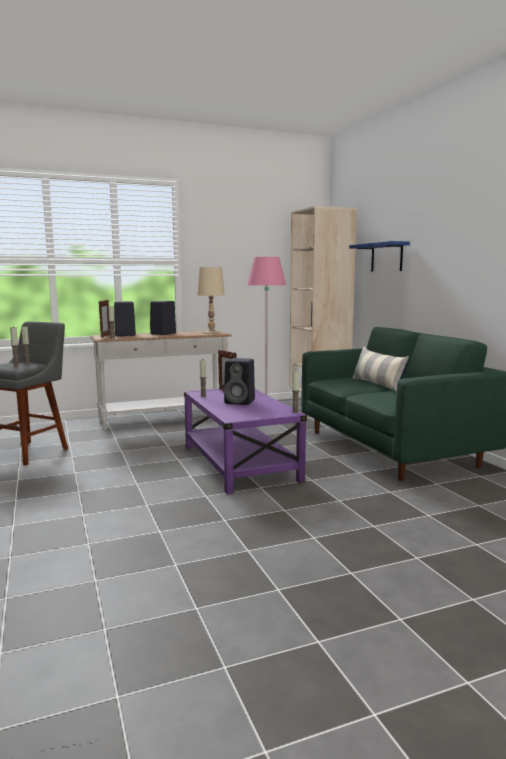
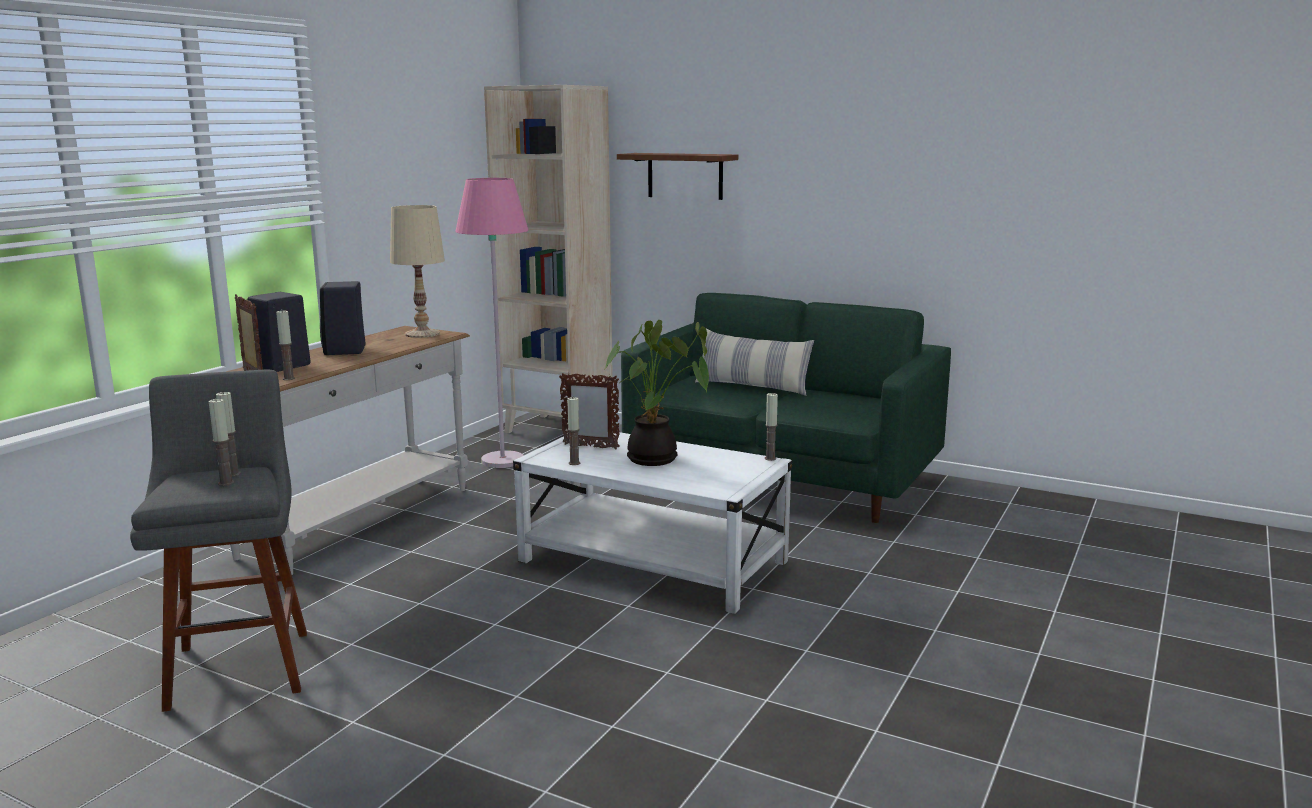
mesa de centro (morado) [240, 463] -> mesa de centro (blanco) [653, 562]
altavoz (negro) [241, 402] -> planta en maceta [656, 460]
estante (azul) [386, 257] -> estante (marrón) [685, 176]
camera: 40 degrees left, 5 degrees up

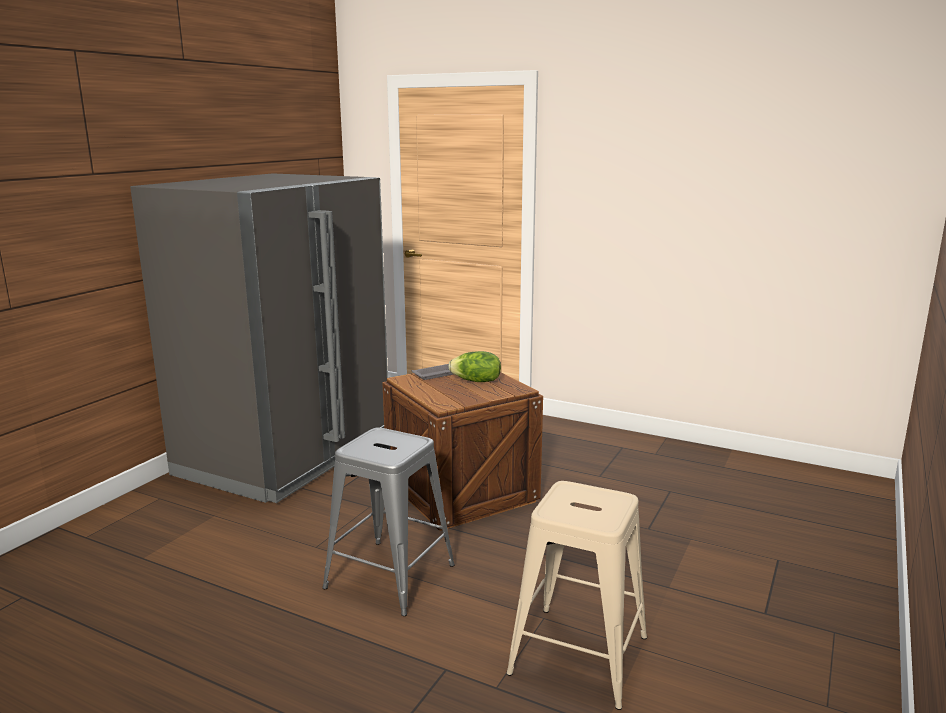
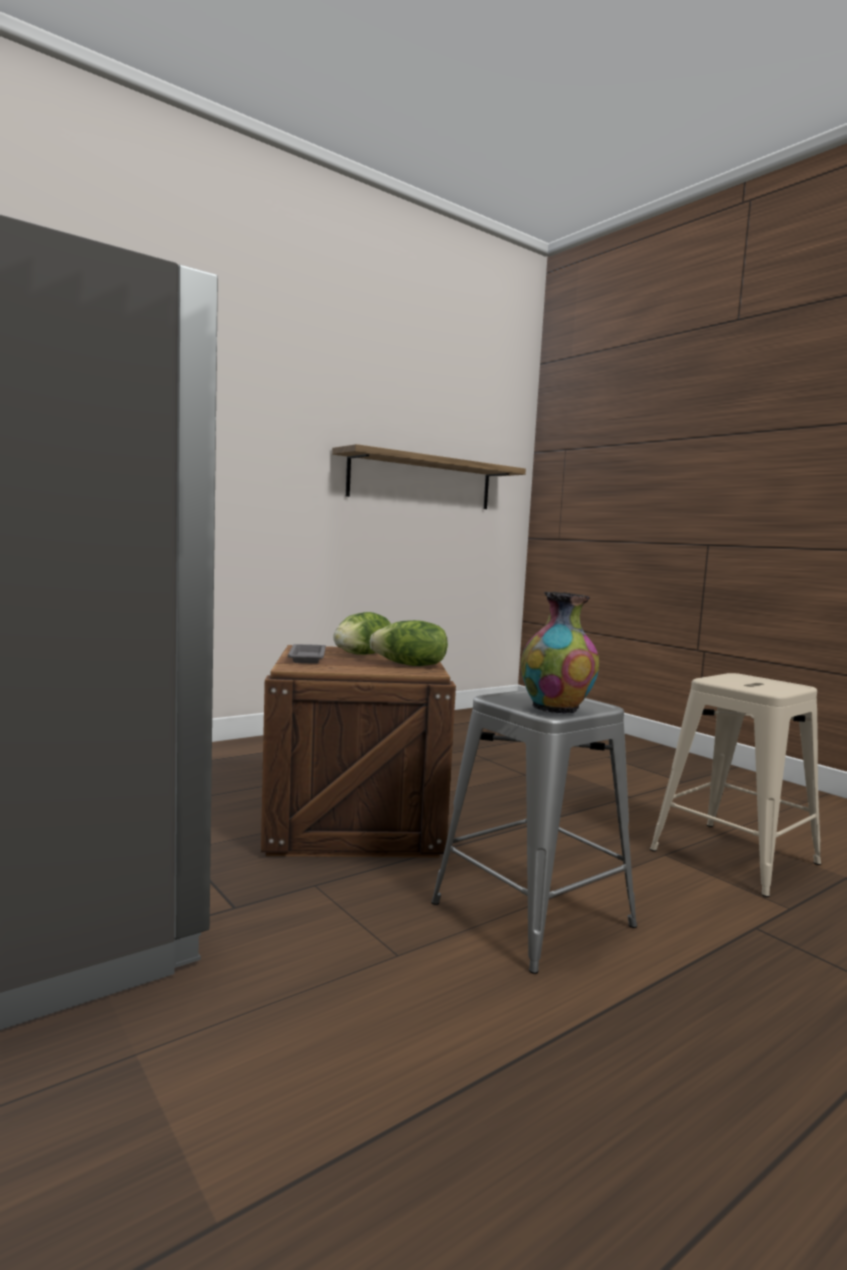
none -> estante [422, 481]
none -> lechuga [410, 665]
none -> florero [556, 709]
camera: 65 degrees left, 10 degrees down

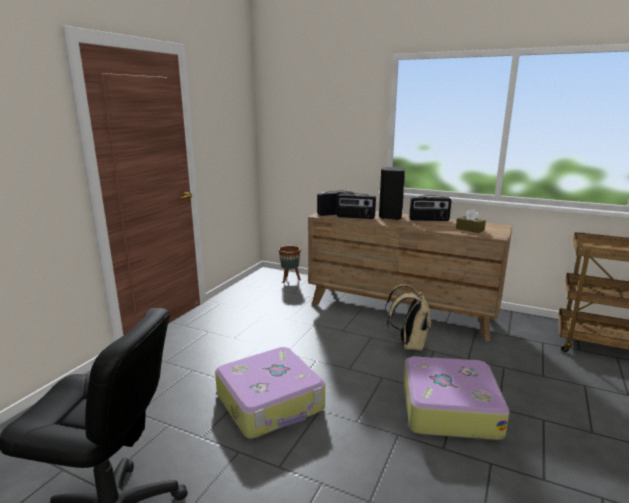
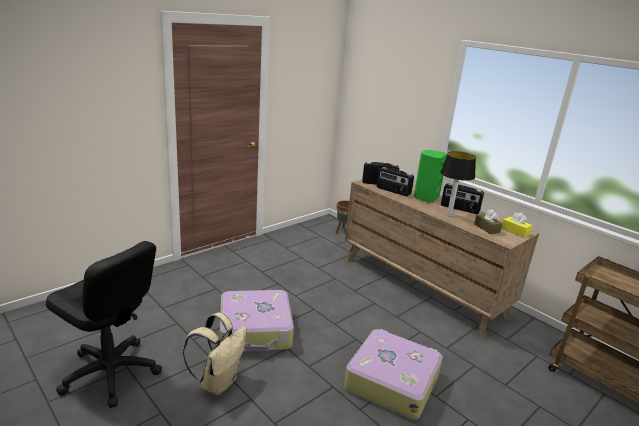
altavoz (negro) [390, 217] -> altavoz (verde) [425, 198]
mochila (beis) [409, 344] -> mochila (beis) [218, 382], shifted
none -> lámpara de mesa [448, 215]
none -> caja de pañuelos (amarillo) [515, 231]
camera: 20 degrees right, 5 degrees up

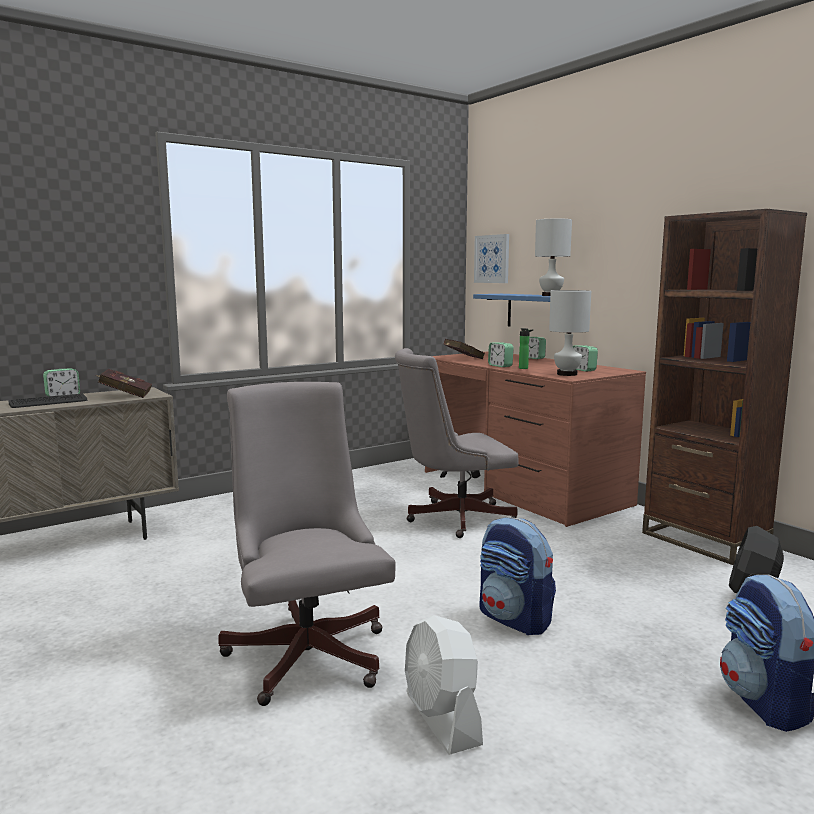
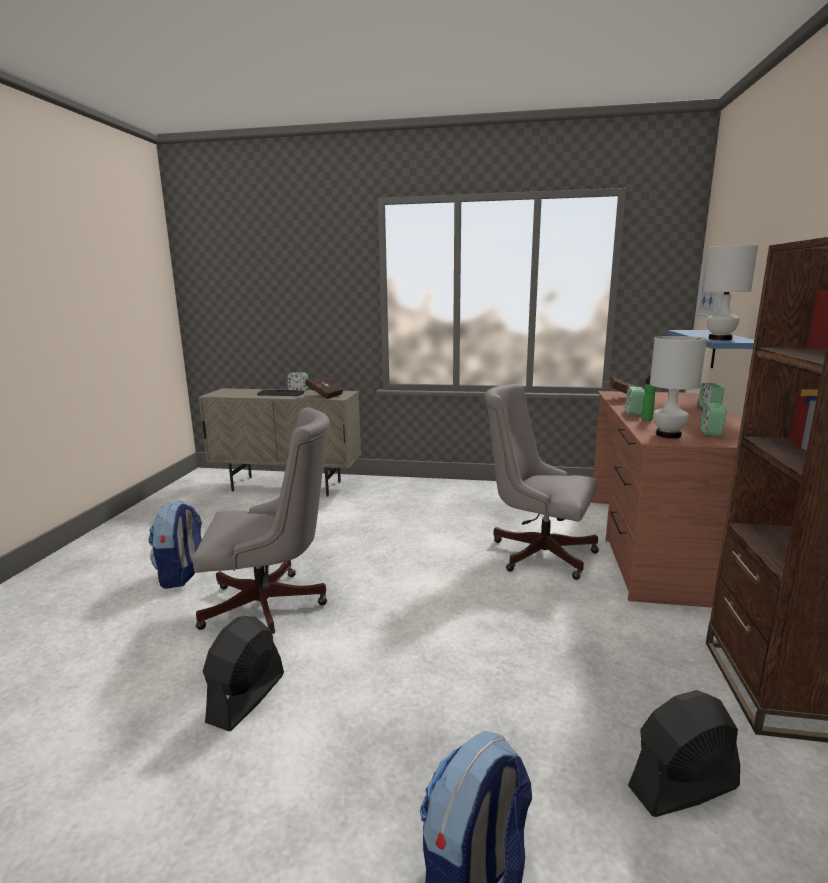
silla de oficina (gris) [307, 650] -> silla de oficina (gris) [272, 606], 60 degrees clockwise
ventilador (blanco) [442, 719] -> ventilador (negro) [246, 698]
mochila [515, 619] -> mochila [182, 575], shifted
camera: 45 degrees right, 5 degrees up

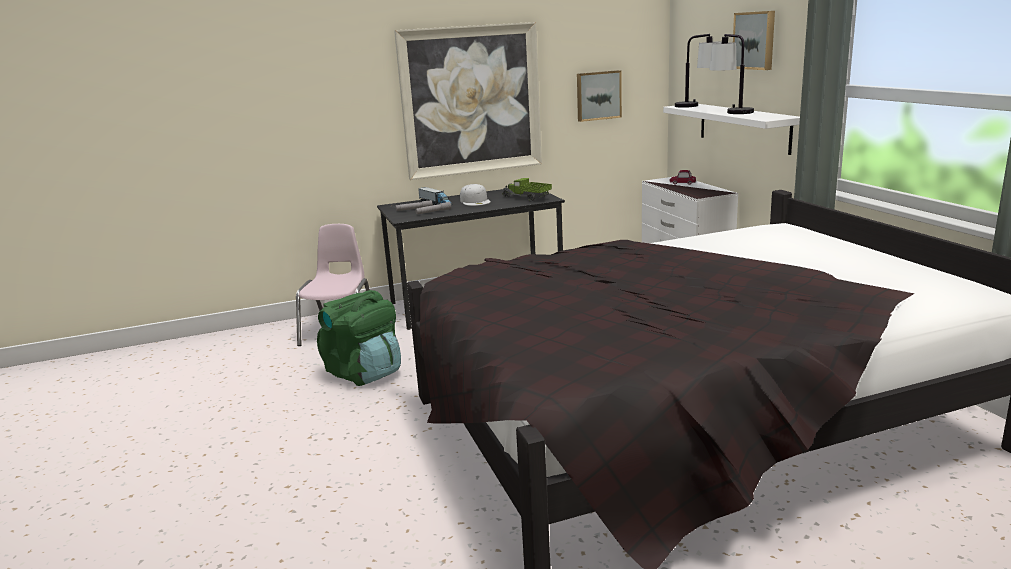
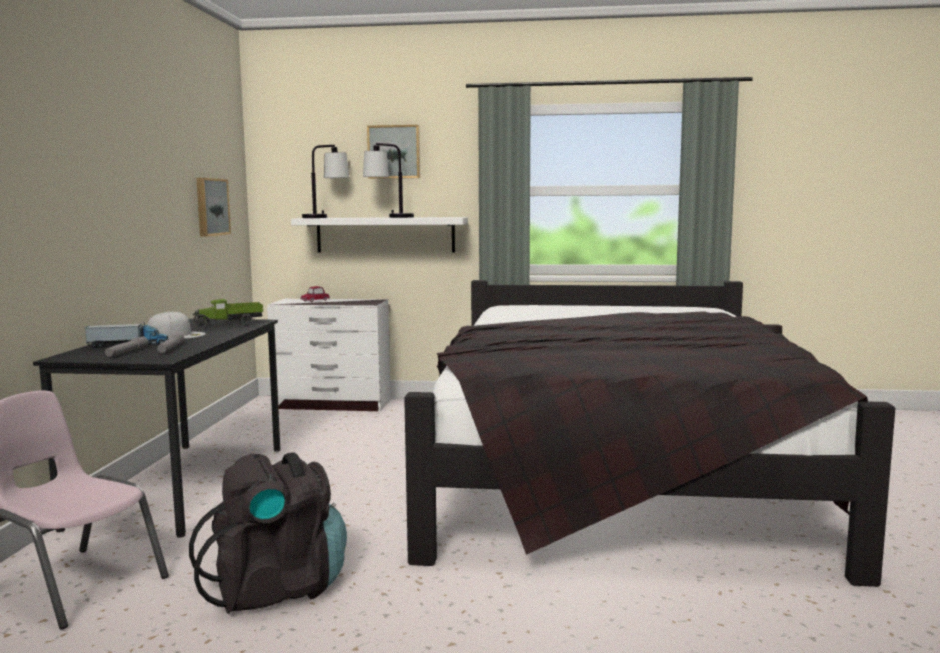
mochila (verde) [364, 373] -> mochila (negro) [276, 588]
cuadro [471, 100] -> none
camera: 65 degrees left, 10 degrees down

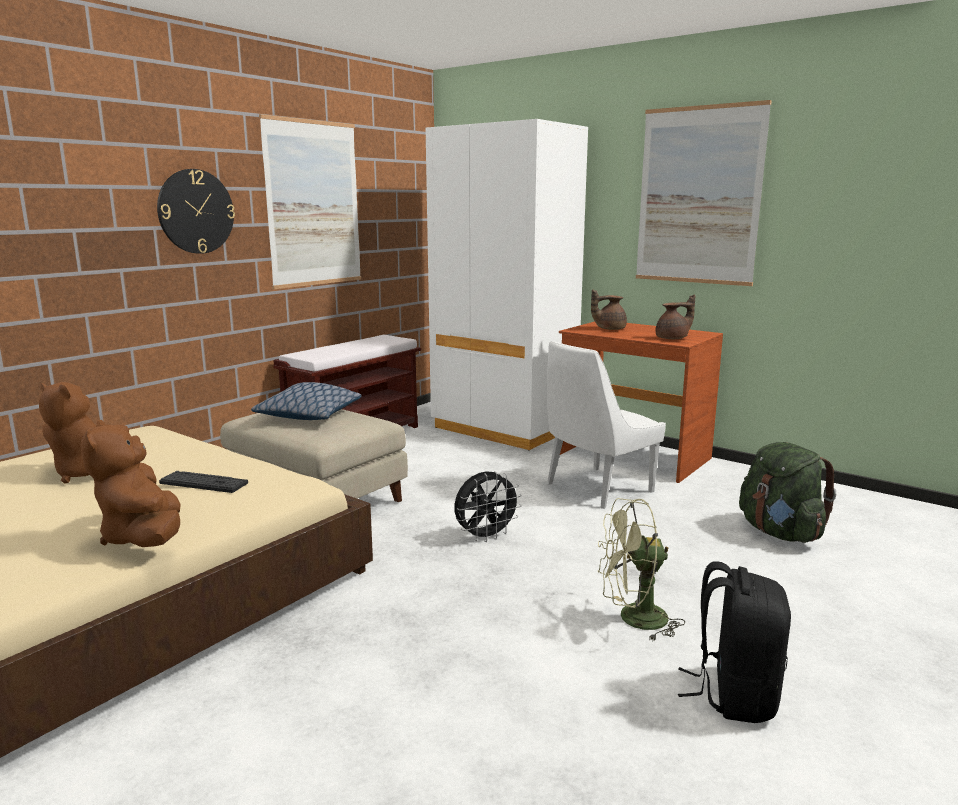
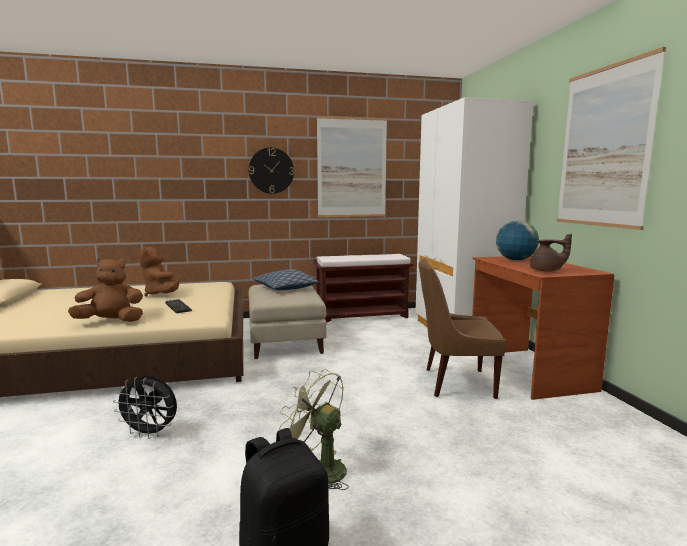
peluche (marrón) [144, 538] -> peluche (marrón) [111, 322], 60 degrees clockwise
ventilador (negro) [486, 537] -> ventilador (negro) [150, 433], shifted
silla (blanco) [596, 488] -> silla (marrón) [455, 383]
tetera (marrón) [609, 329] -> globo terráqueo [515, 260]
mochila (verde) [780, 533] -> none
camera: 40 degrees right, 5 degrees down

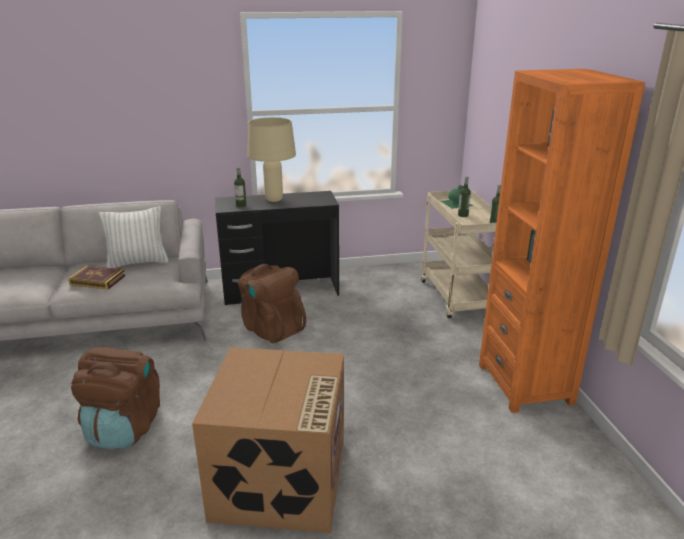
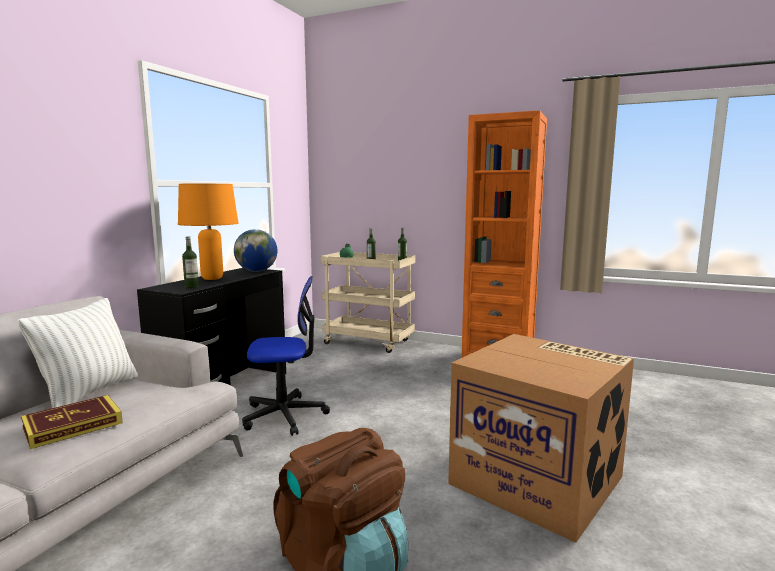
mochila (marrón) [271, 328] -> silla de oficina [285, 415]
lámpara de mesa (beis) [273, 200] -> lámpara de mesa (naranja) [212, 278]
none -> globo terráqueo [256, 271]
camera: 55 degrees left, 15 degrees down

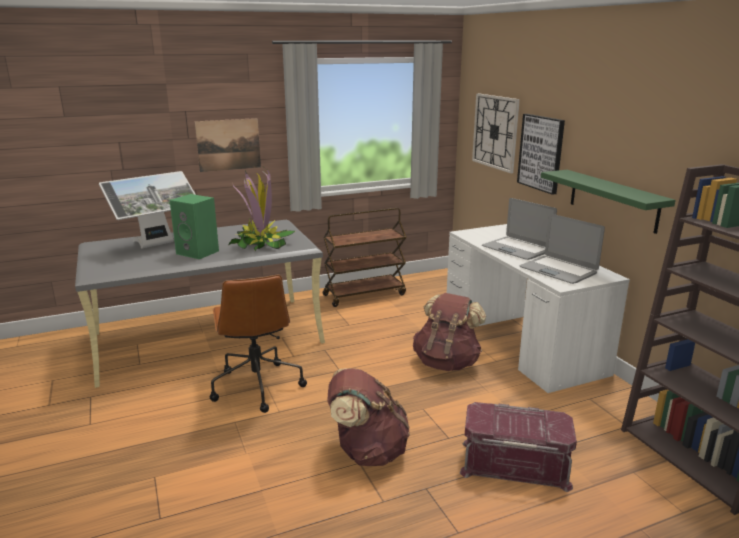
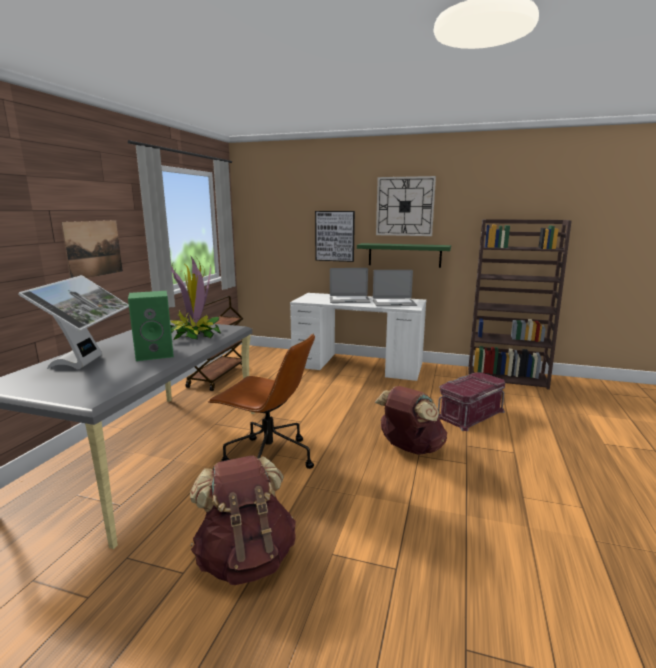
mochila (marrón) [447, 363] -> mochila (marrón) [246, 558], shifted
reloj de pared [495, 132] -> reloj de pared [405, 206], shifted
camera: 50 degrees left, 5 degrees down

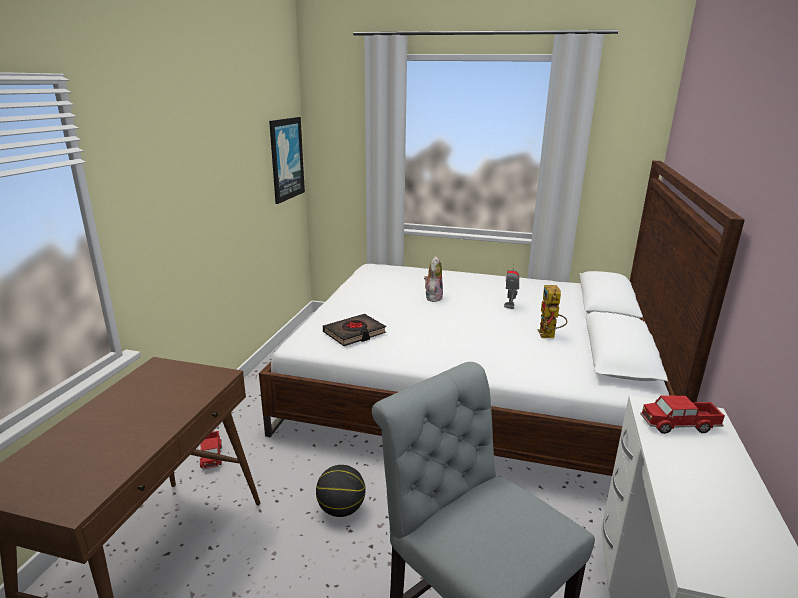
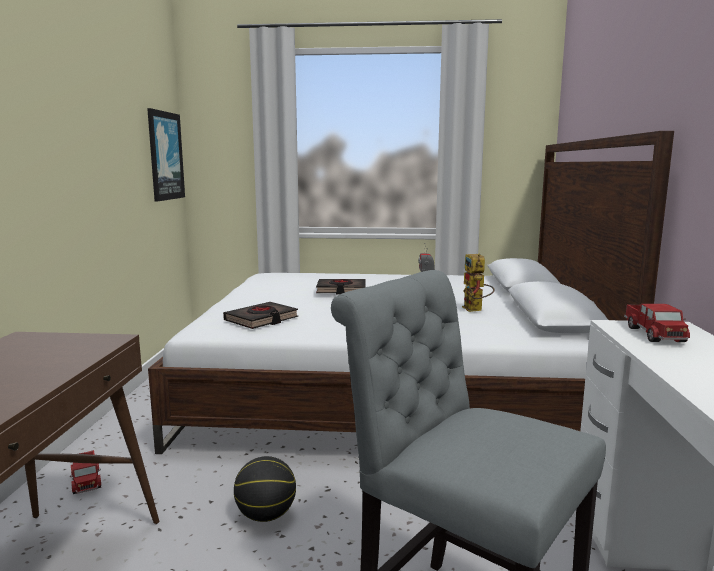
peluche [433, 297] -> libro (negro) [341, 290]
camión de juguete [679, 424] -> camión de juguete [654, 334], 75 degrees counterclockwise
camera: 10 degrees left, 10 degrees down

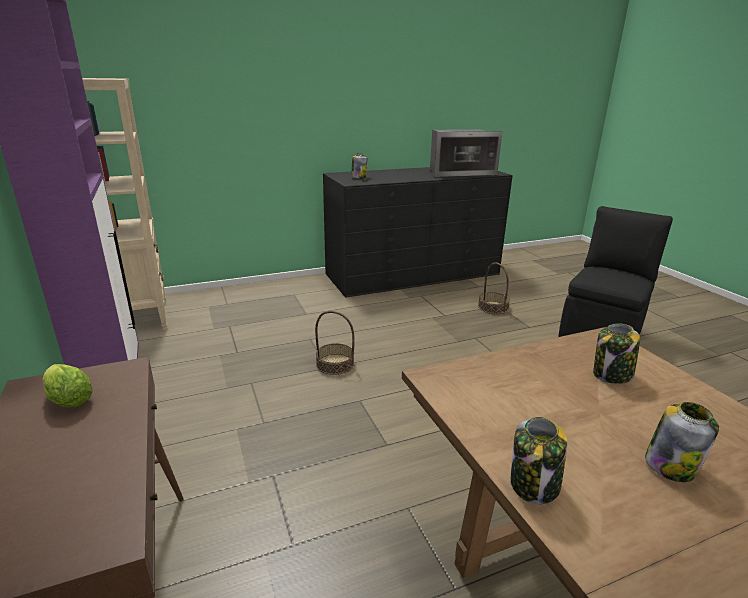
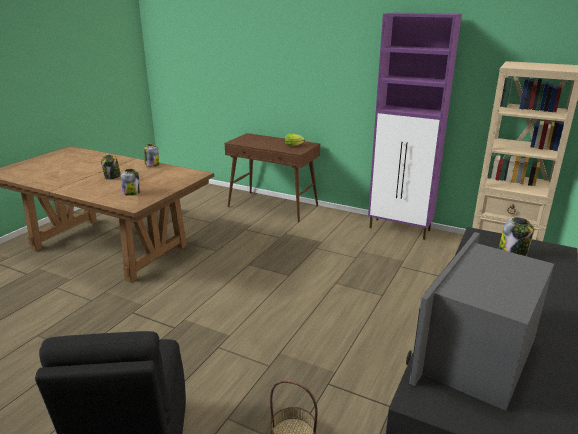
cesta [335, 364] -> none
camera: 140 degrees right, 0 degrees up

